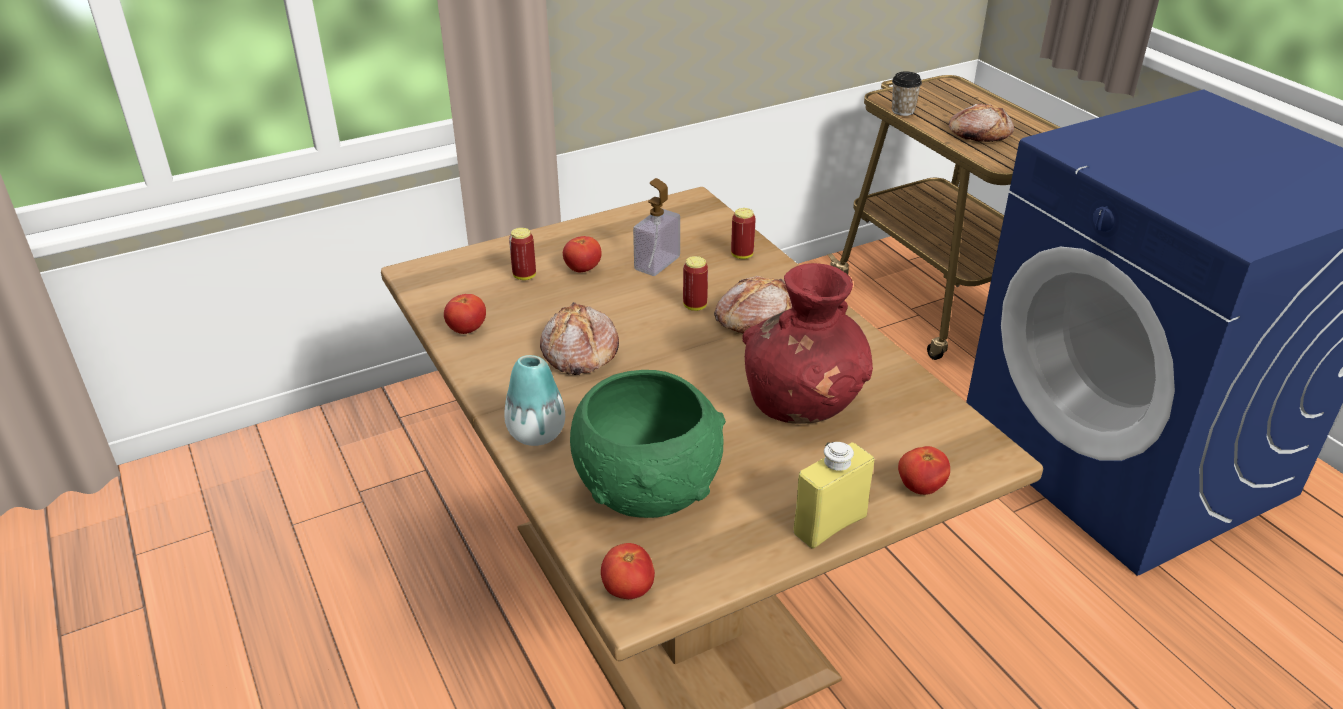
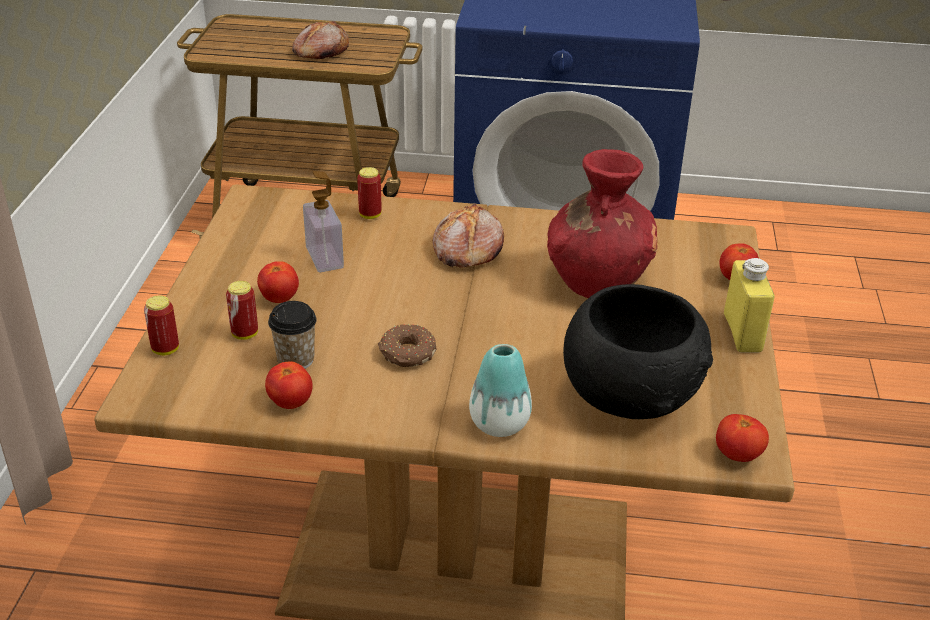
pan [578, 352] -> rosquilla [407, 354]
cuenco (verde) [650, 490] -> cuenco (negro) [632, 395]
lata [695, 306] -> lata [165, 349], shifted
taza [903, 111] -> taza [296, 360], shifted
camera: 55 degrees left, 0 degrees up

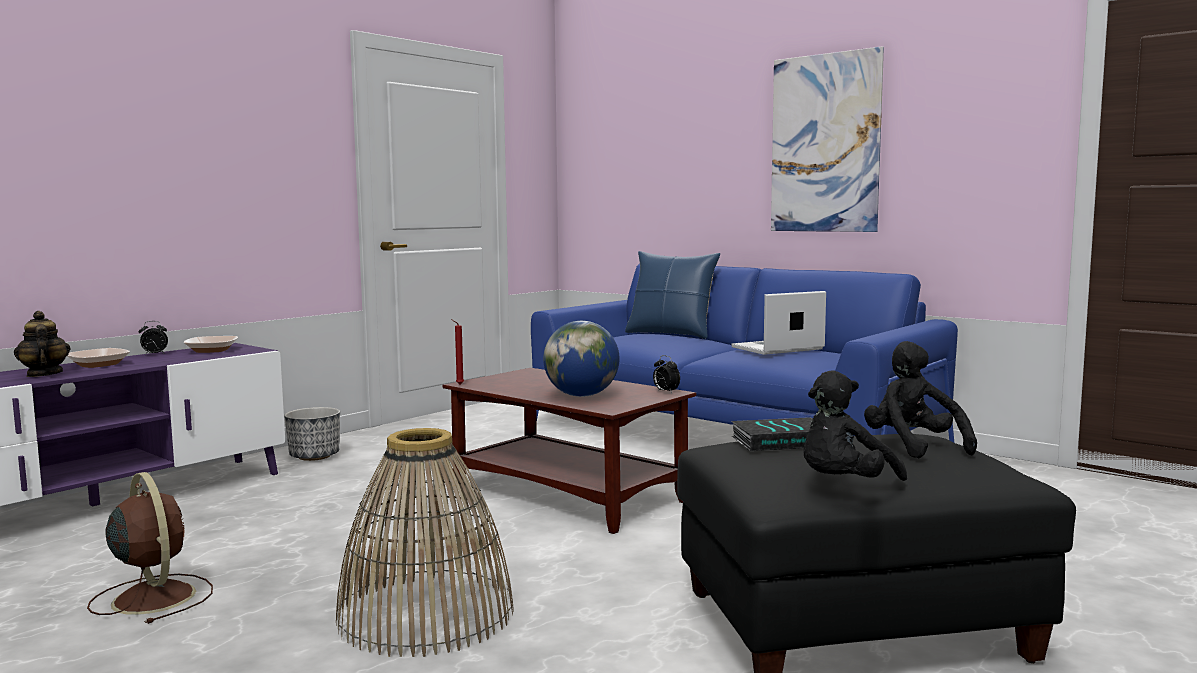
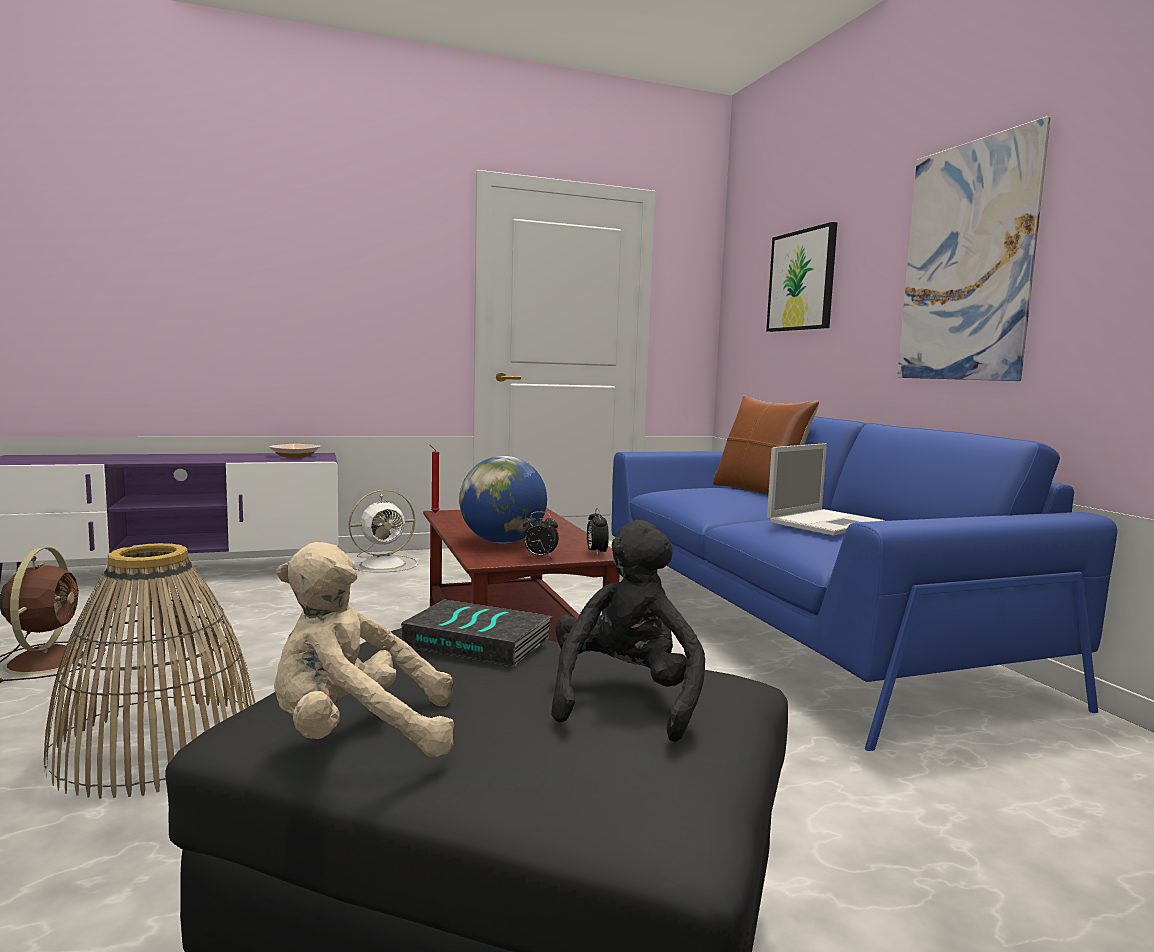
tetera [44, 374] -> none
cuenco [98, 364] -> none
despertador [154, 354] -> despertador [539, 557], shifted
maceta [314, 456] -> ventilador (blanco) [385, 564]
cojín (azul) [671, 334] -> cojín (marrón) [758, 492]
portátil [776, 348] -> portátil [826, 523], 135 degrees clockwise
peluche (negro) [843, 486] -> peluche (beis) [356, 736]
none -> cuadro [802, 280]
camera: 30 degrees right, 0 degrees up

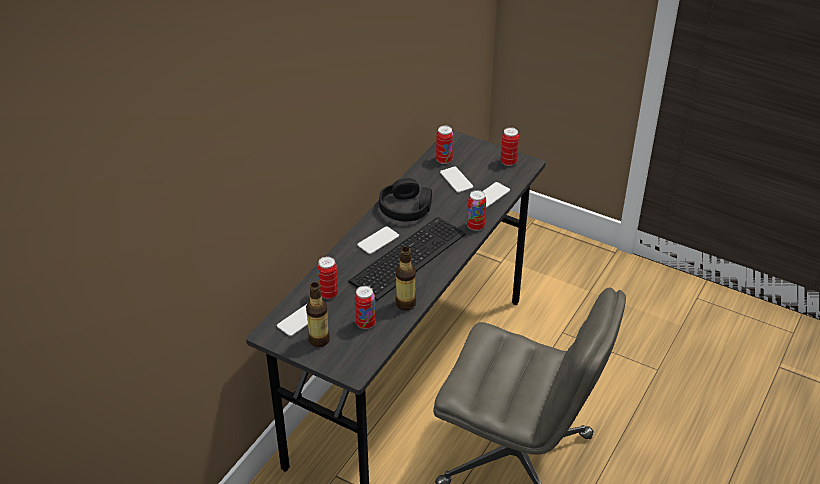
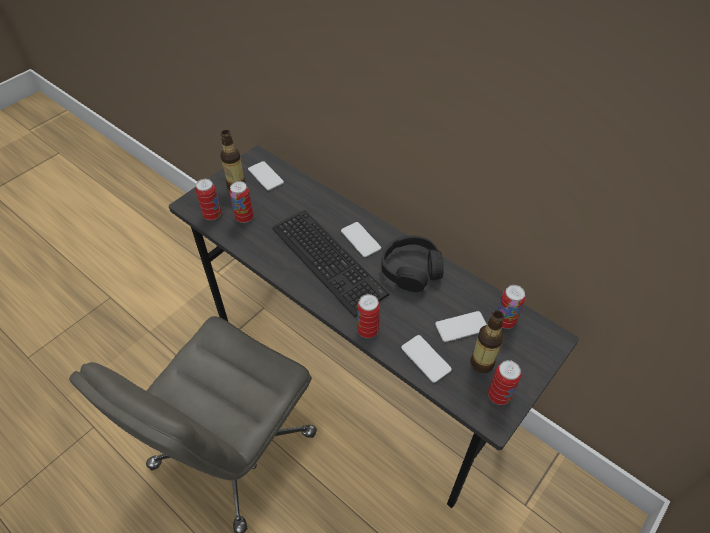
lata [328, 294] -> lata [212, 215], shifted
botella [405, 304] -> botella [481, 363], shifted
camera: 100 degrees right, 10 degrees up

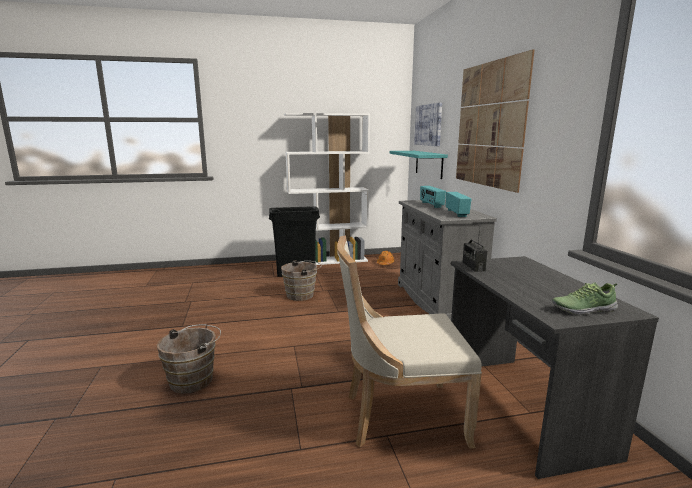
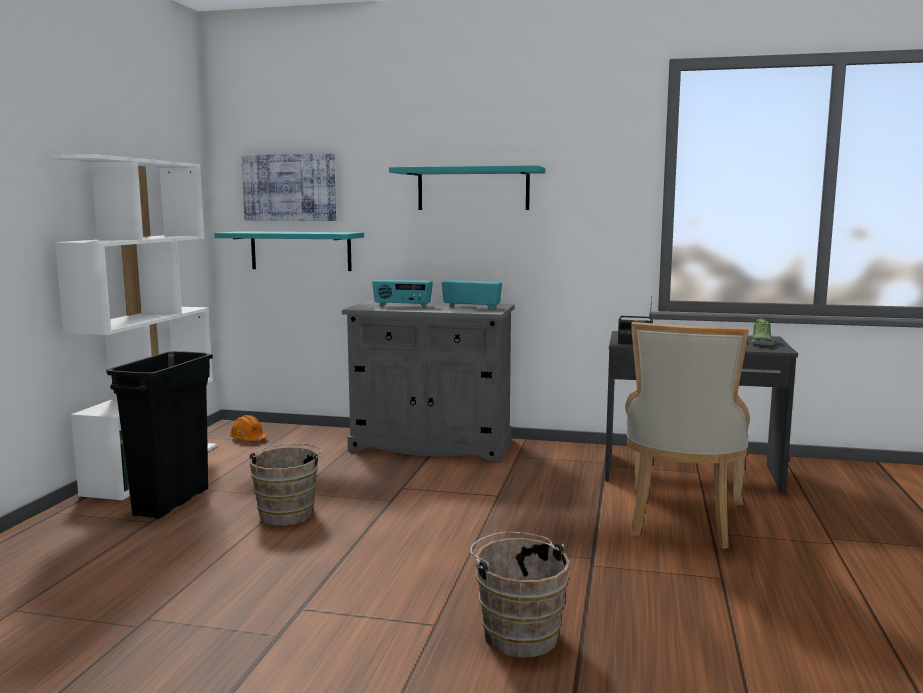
cuadro [489, 125] -> estante (turquesa) [473, 189]
camera: 65 degrees left, 5 degrees down

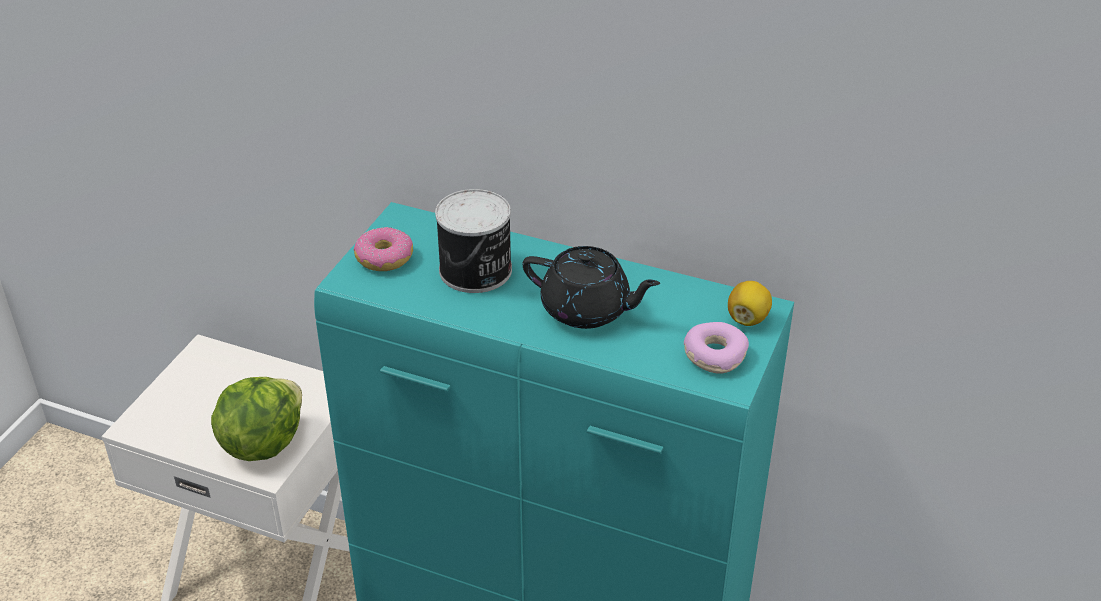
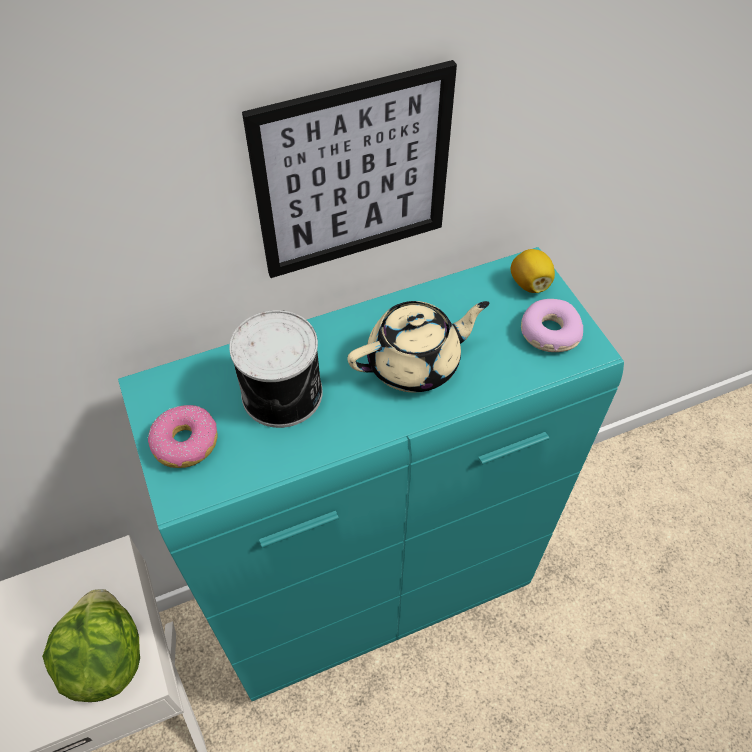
tetera (negro) [587, 309] -> tetera (beis) [415, 363]
none -> cuadro [353, 174]
camera: 45 degrees left, 15 degrees up

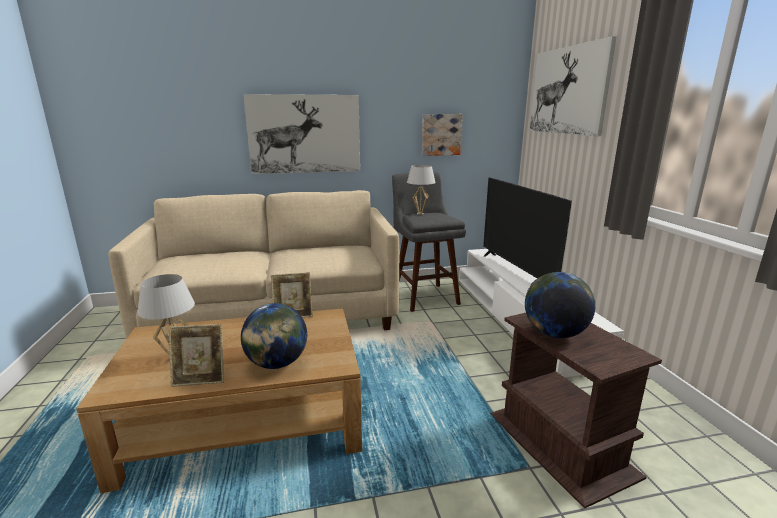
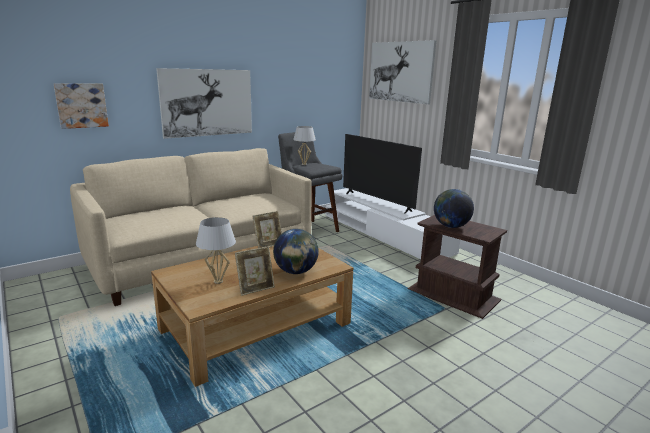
cuadro [441, 134] -> cuadro [81, 105], shifted
camera: 25 degrees left, 0 degrees up

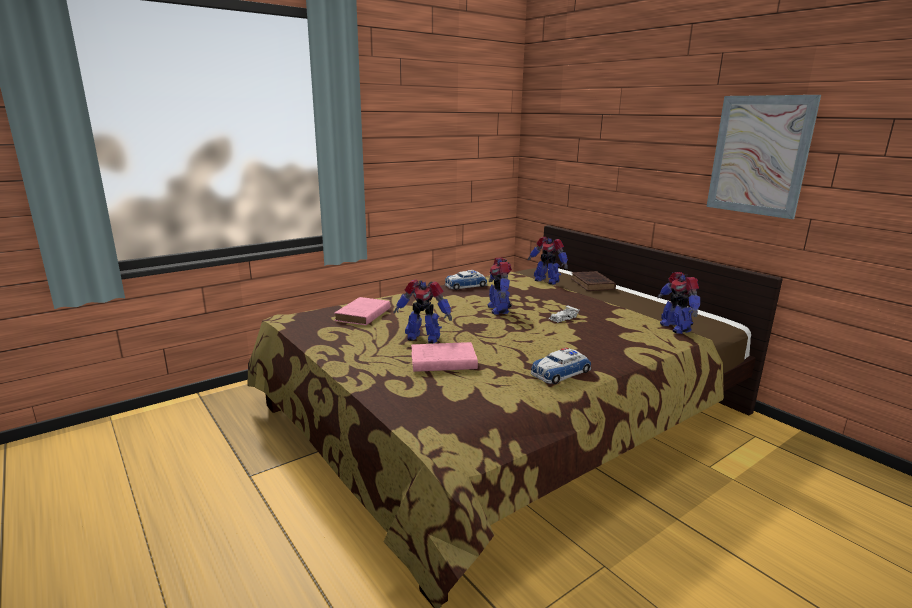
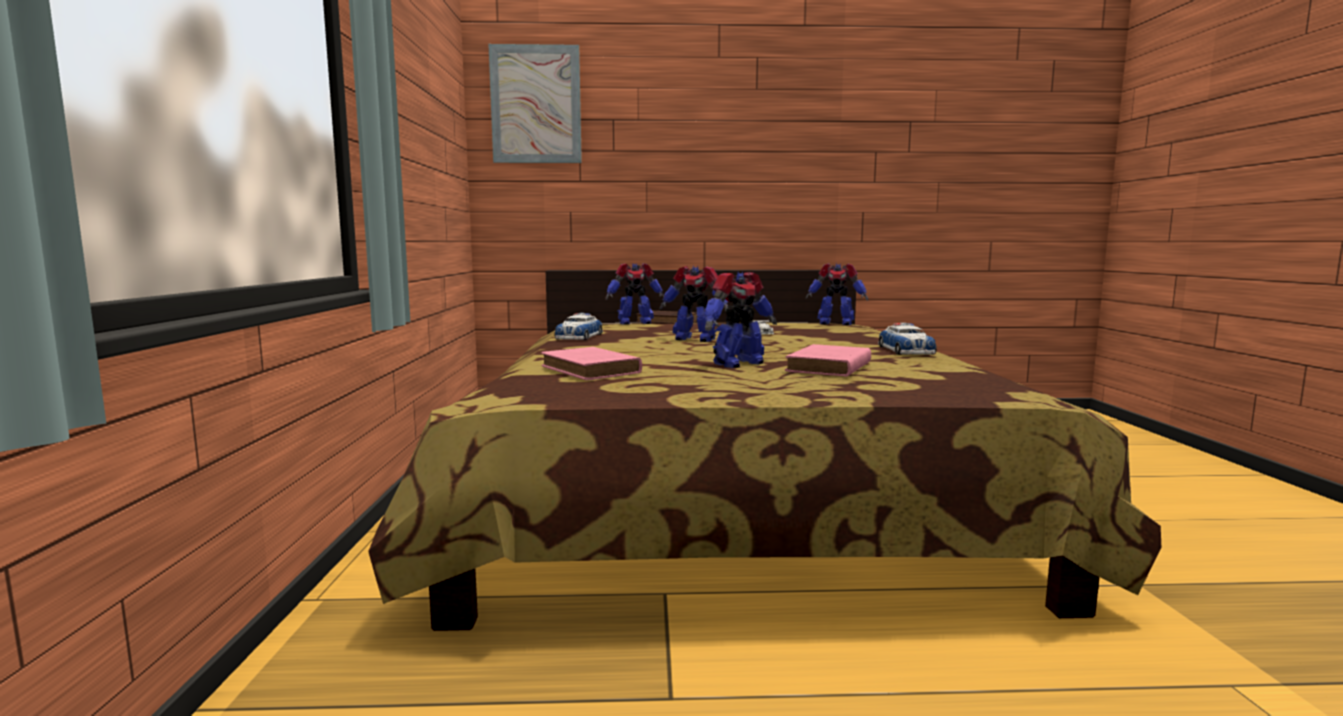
cuadro [759, 155] -> cuadro [536, 104], shifted
camera: 55 degrees left, 10 degrees down

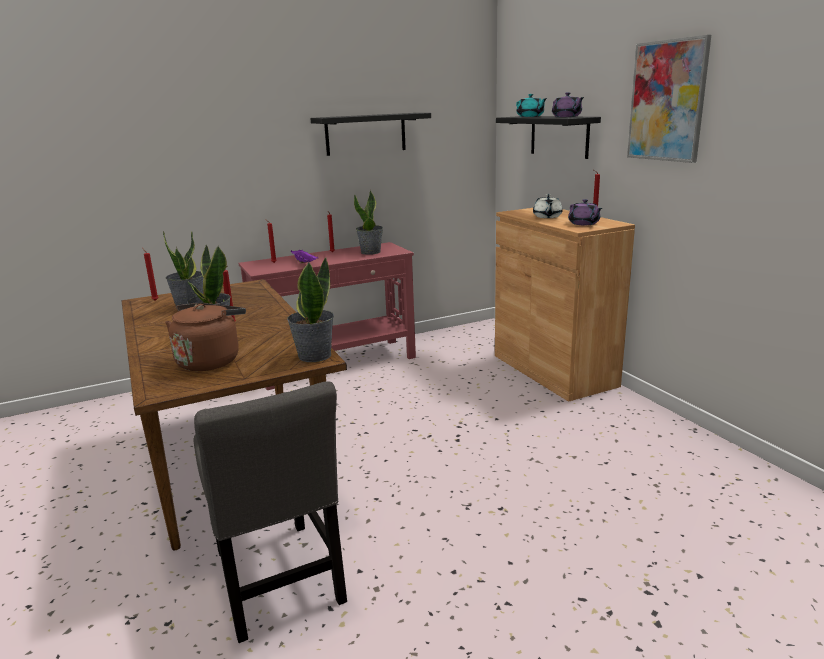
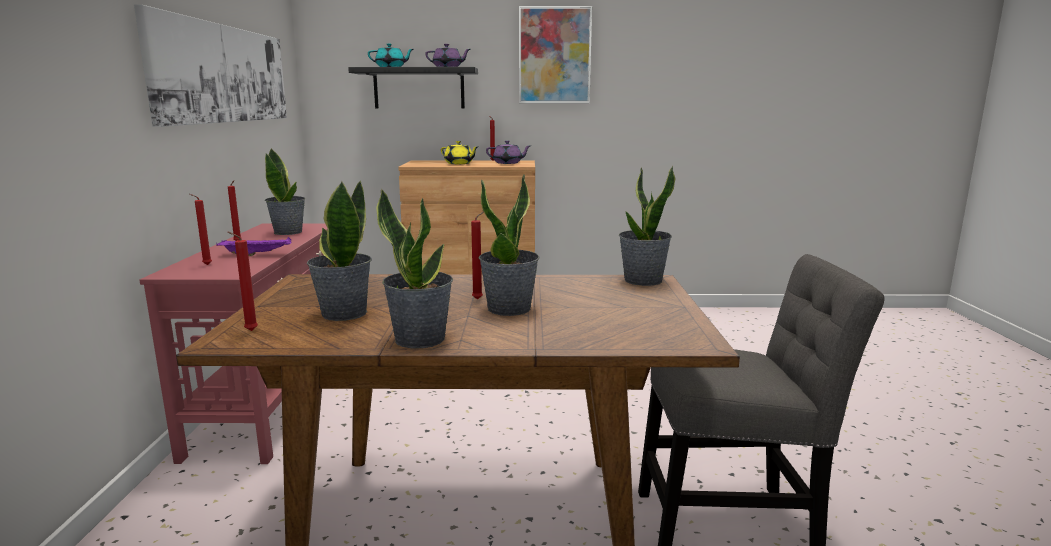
hervidor (marrón) [210, 360] -> none
estante (negro) [365, 134] -> cuadro [224, 74]
tetera (blanco) [547, 217] -> tetera (amarillo) [459, 163]
none -> planta en maceta [420, 339]
camera: 65 degrees left, 5 degrees down

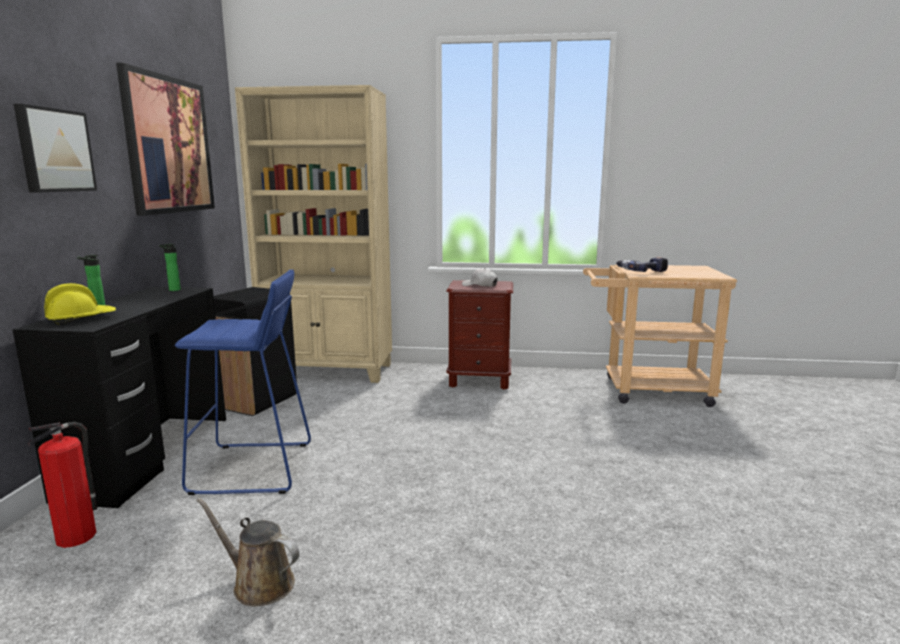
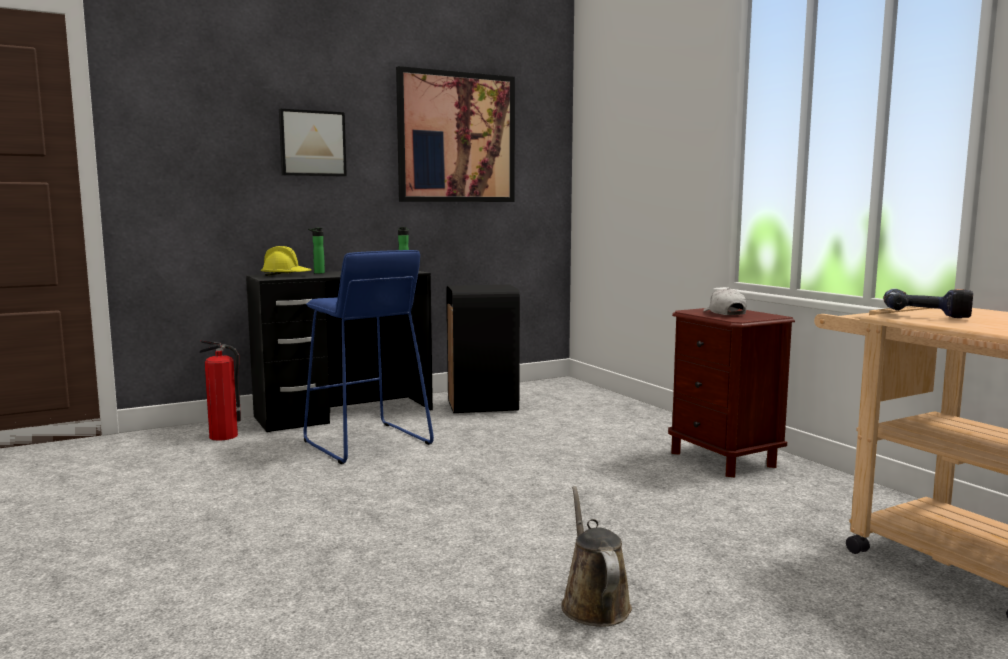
regadera (marrón) [259, 583] -> regadera (marrón) [593, 603], shifted
estantería (beis) [329, 371] -> none
camera: 55 degrees right, 5 degrees down

